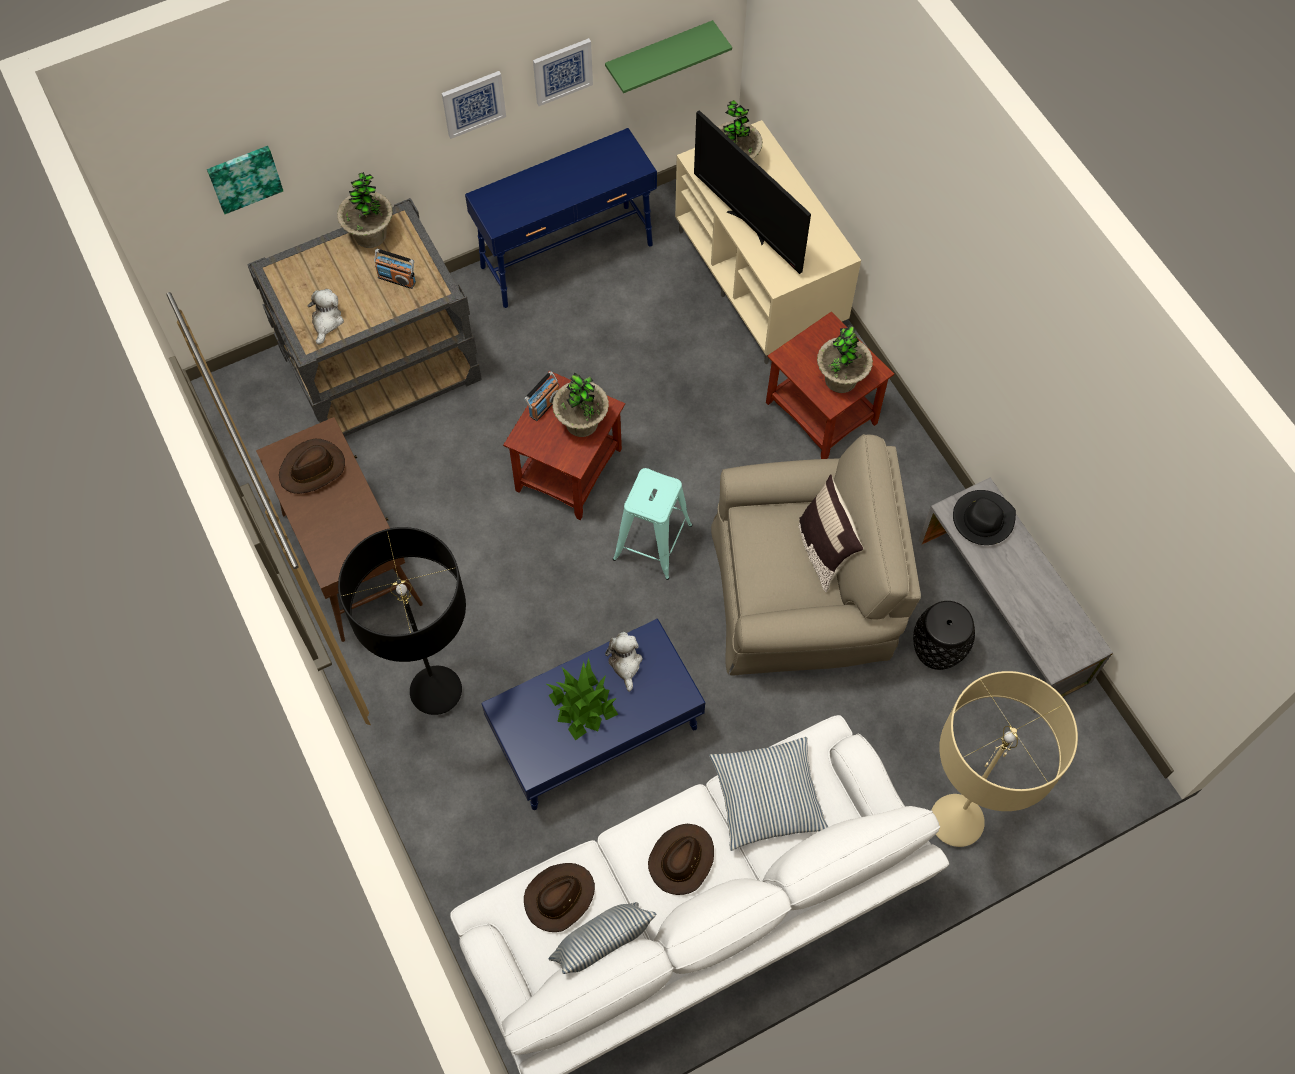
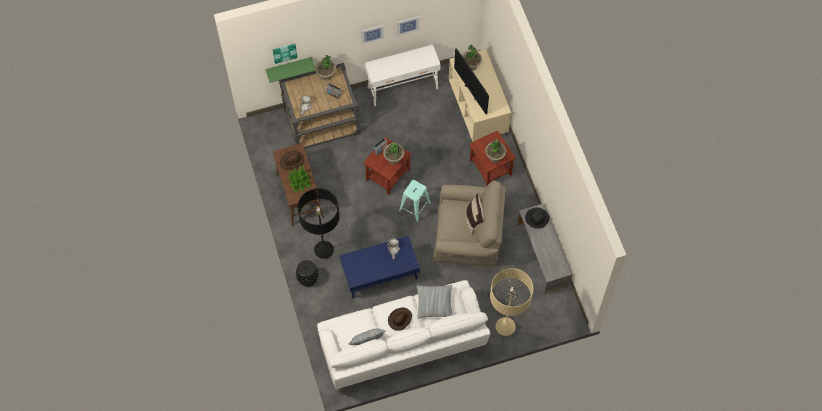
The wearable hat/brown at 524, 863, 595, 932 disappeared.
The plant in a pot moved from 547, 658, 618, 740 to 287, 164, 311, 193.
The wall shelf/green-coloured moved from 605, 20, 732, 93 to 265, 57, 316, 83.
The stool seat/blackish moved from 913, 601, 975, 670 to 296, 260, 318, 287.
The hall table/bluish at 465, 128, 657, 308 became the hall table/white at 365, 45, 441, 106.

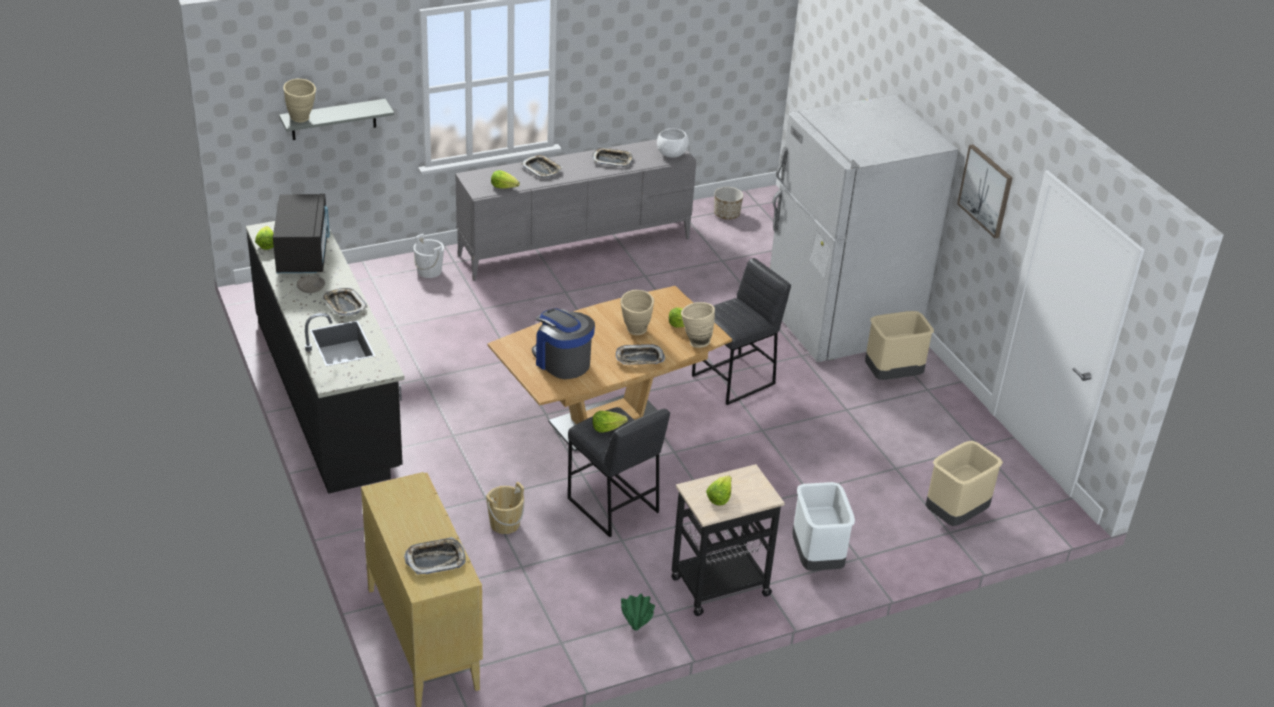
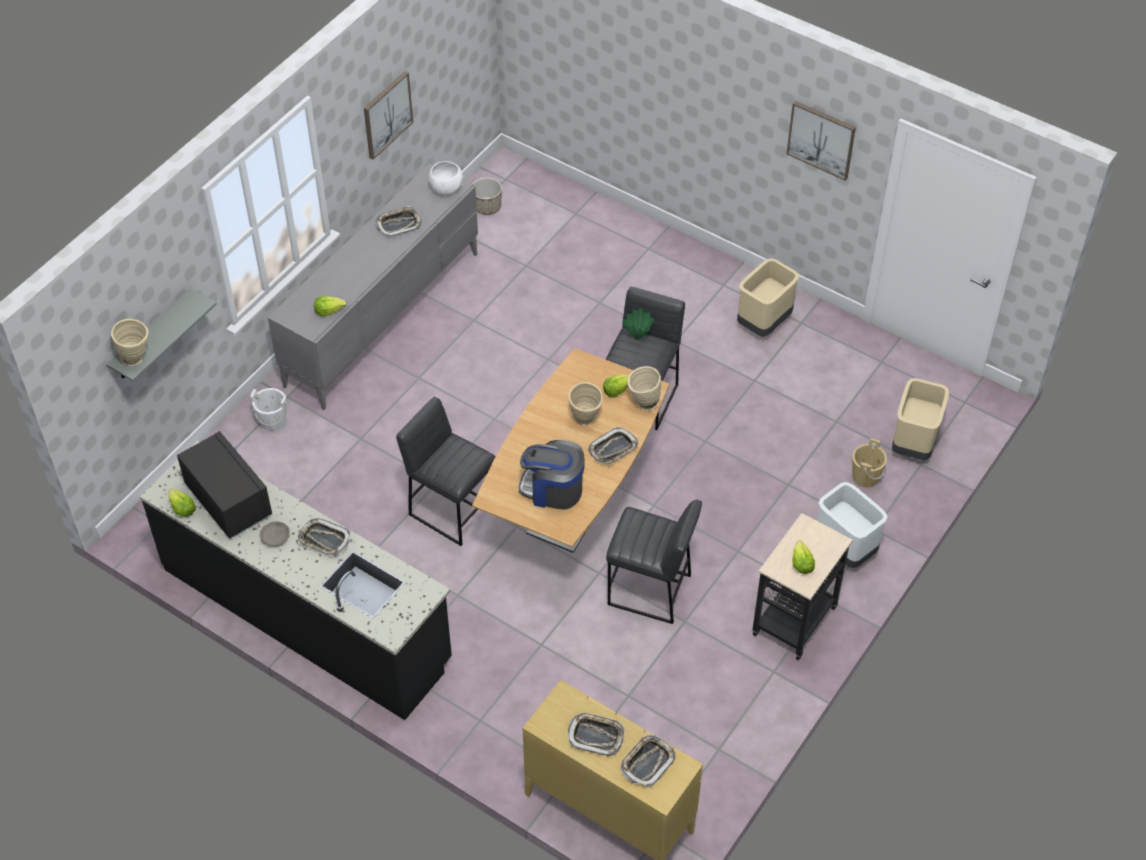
The head of lettuce at 592, 411, 628, 433 disappeared.
The kitchen fridge/white at 770, 95, 958, 362 disappeared.
The picture at 364, 71, 413, 160 appeared.
The stool seat/greyish at 396, 397, 496, 546 appeared.
The bucket/beige moved from 486, 482, 524, 534 to 852, 438, 887, 488.
The serving tray moved from 521, 155, 562, 178 to 568, 713, 625, 756.
The vase/green-coloured moved from 621, 594, 655, 630 to 622, 308, 654, 340.

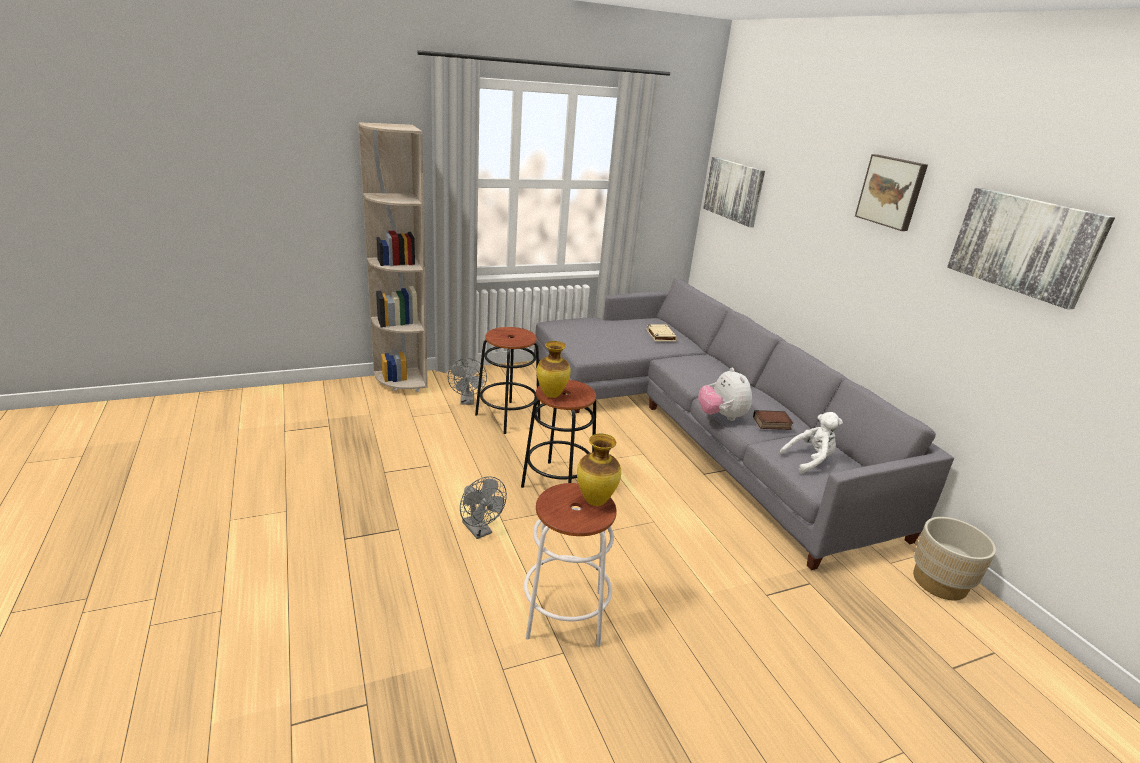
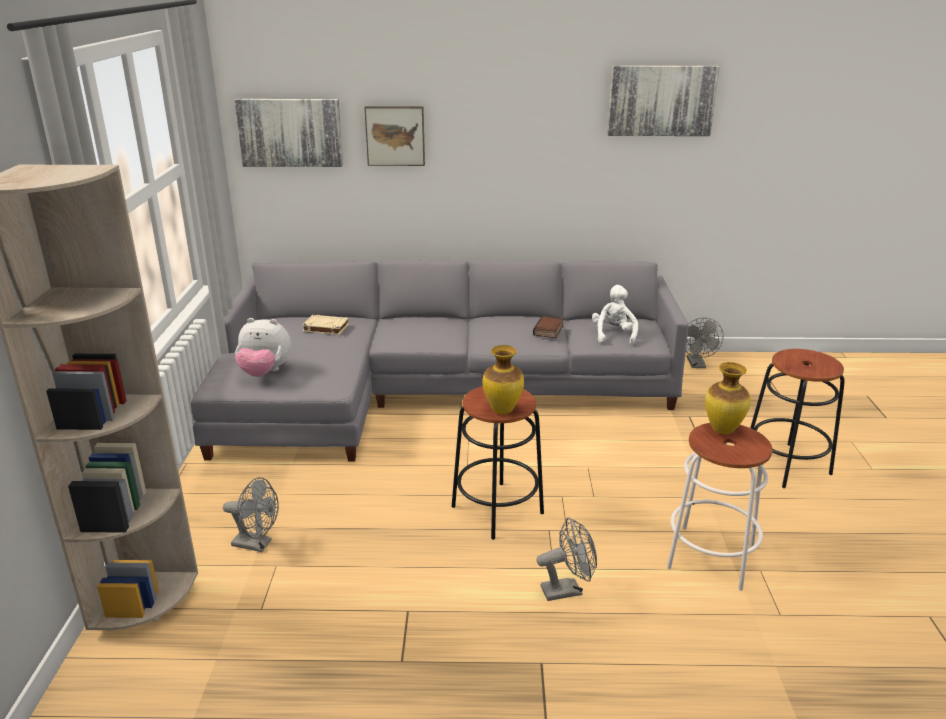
The stool seat/blackish moved from 475, 327, 540, 434 to 750, 349, 845, 488.
The cuddly toy moved from 698, 368, 752, 421 to 235, 318, 291, 377.
The picture moved from 855, 154, 928, 231 to 364, 106, 425, 166.
The flower pot/beige at 913, 517, 996, 601 was replaced by the electric fan/greyish at 686, 317, 724, 368.

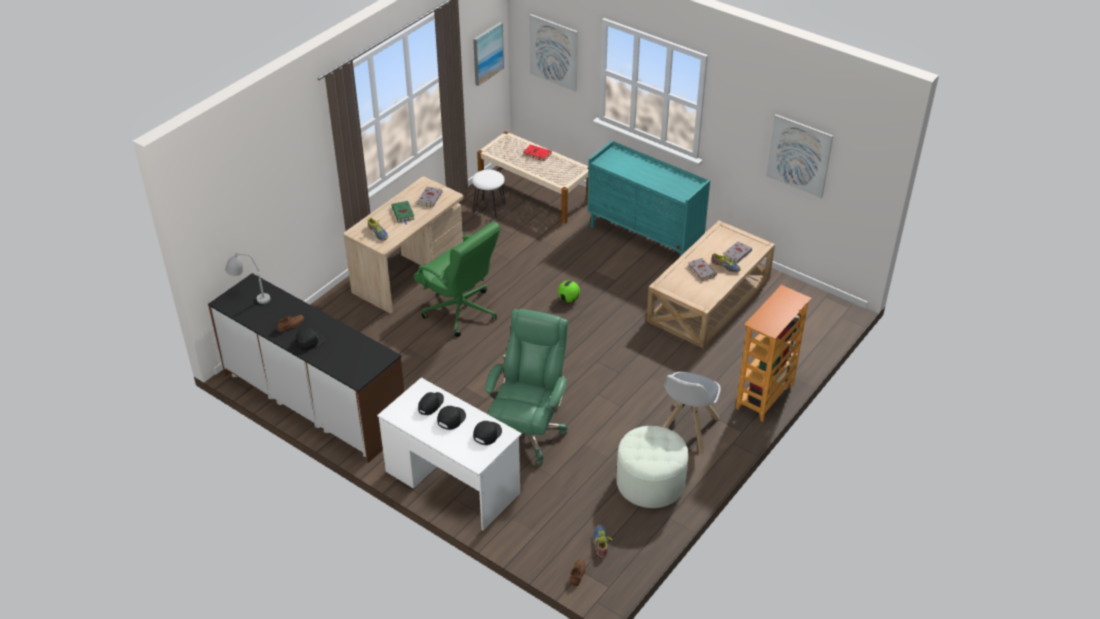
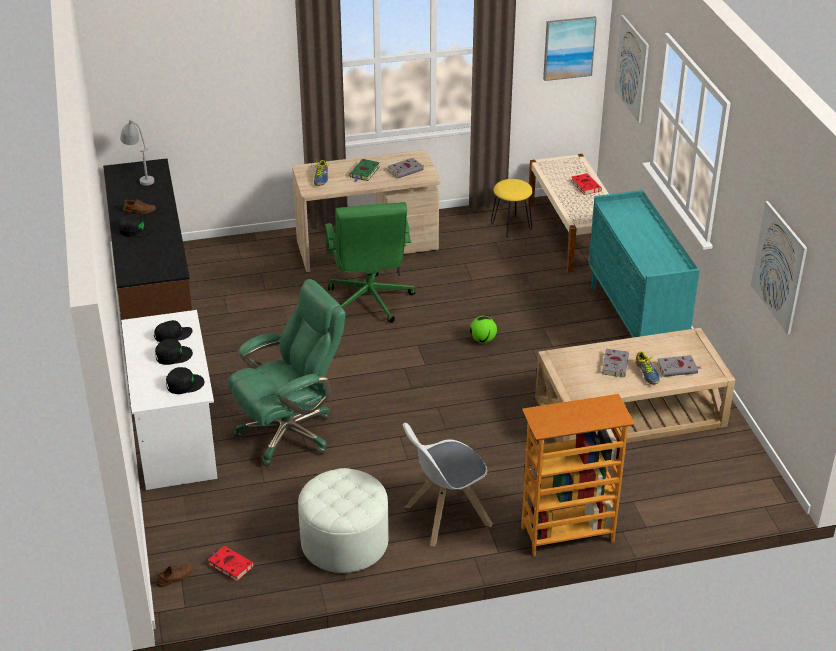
The low shoe at 593, 525, 613, 557 was replaced by the bound book/red-coloured at 208, 546, 254, 581.
The stool seat/white at 472, 170, 506, 218 became the stool seat/yellow-coloured at 491, 179, 533, 238.

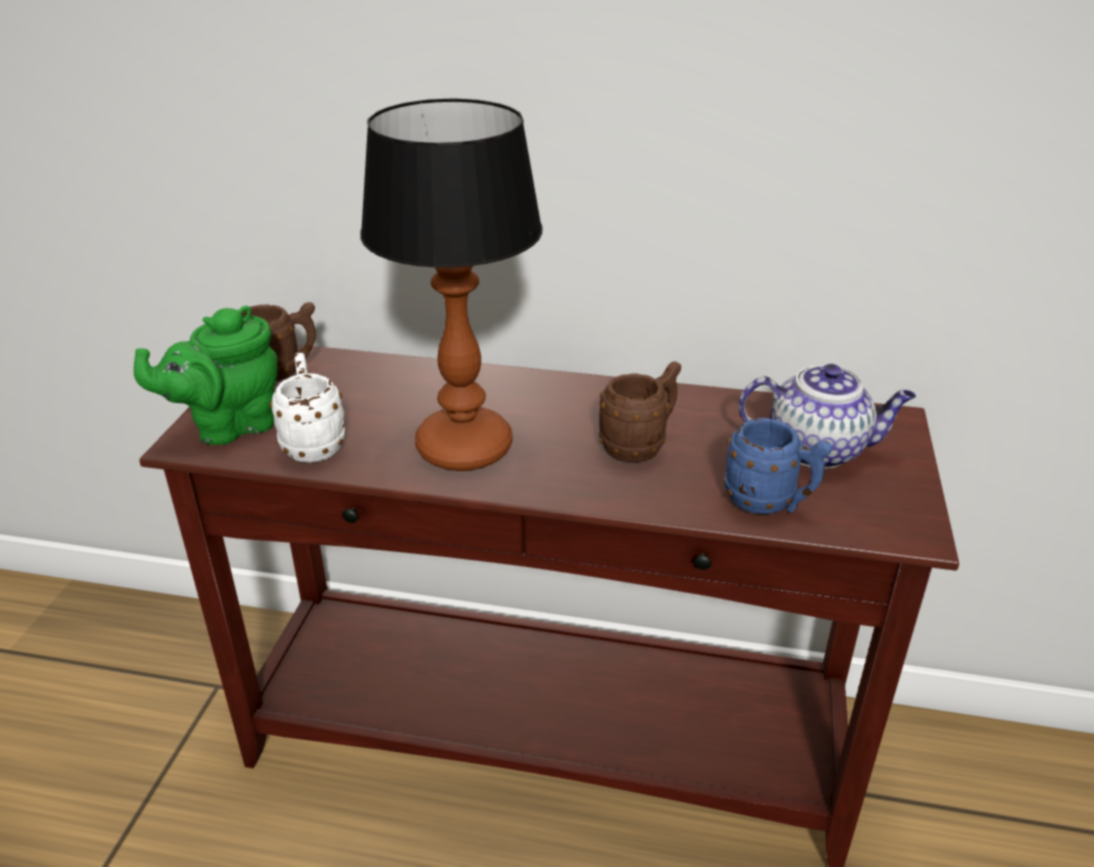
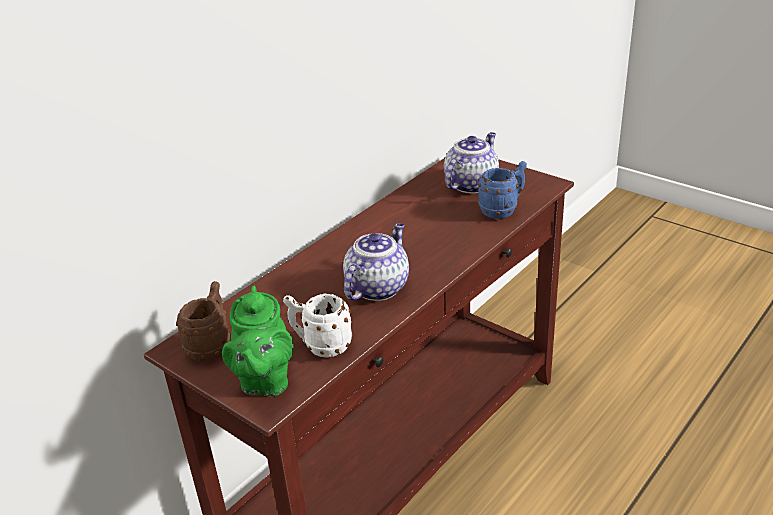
The mug/brown at 599, 361, 681, 463 disappeared.
The lamp for a table at 360, 98, 542, 471 was replaced by the tea pot at 343, 223, 409, 301.

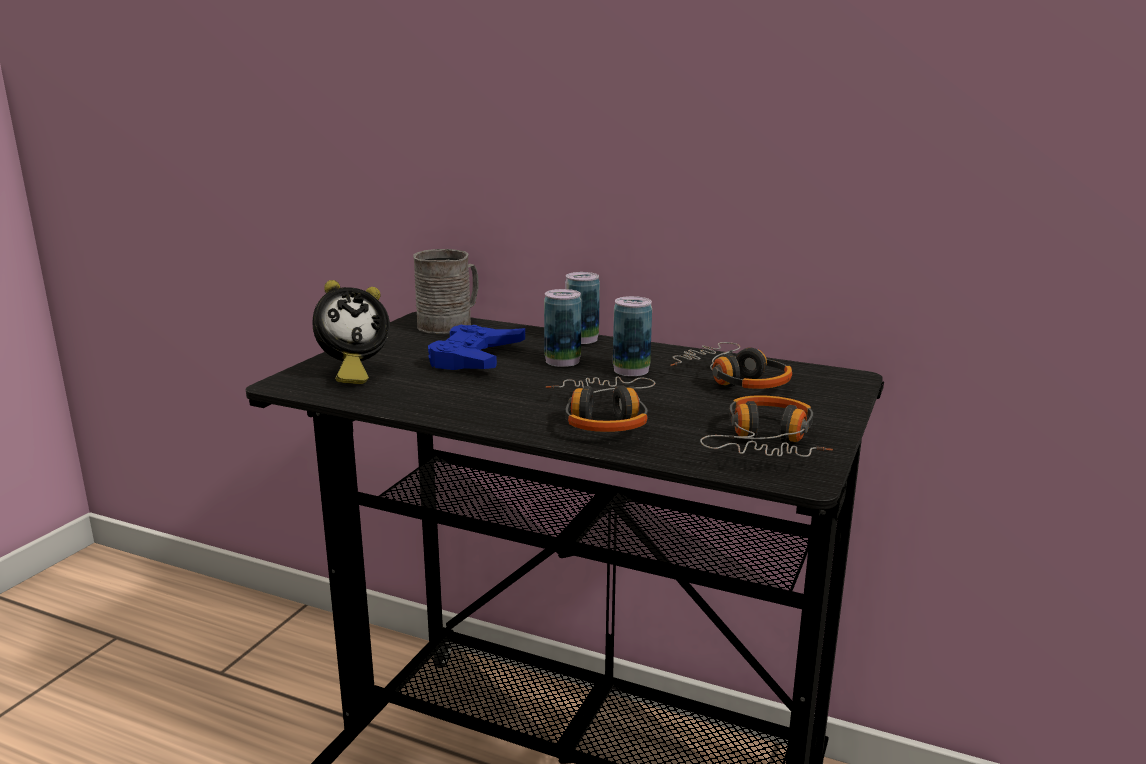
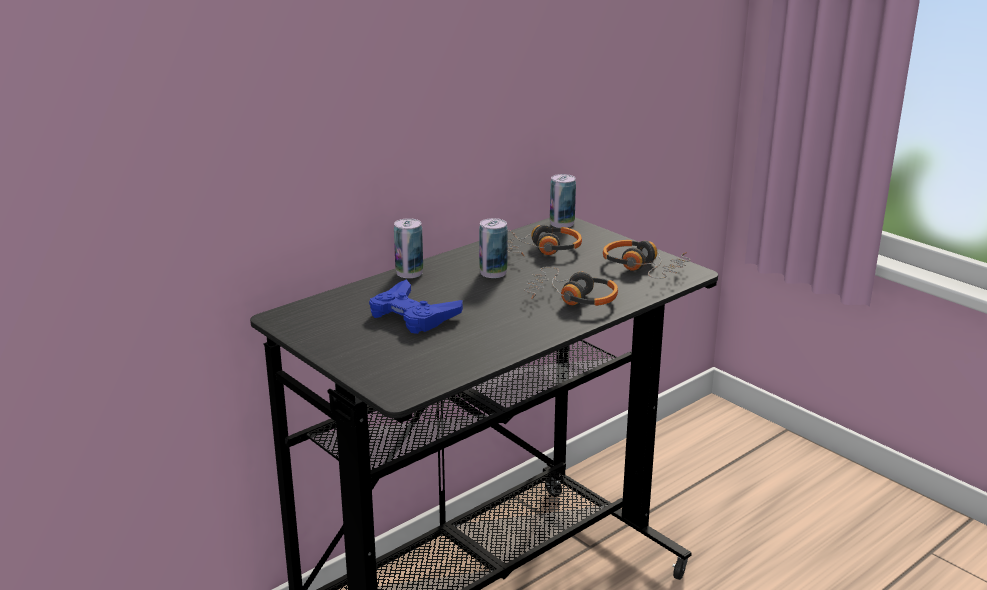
The bedside clock at 313, 280, 390, 384 disappeared.
The mug/greyish at 413, 249, 479, 334 disappeared.
The can moved from 544, 289, 581, 367 to 550, 174, 576, 228.

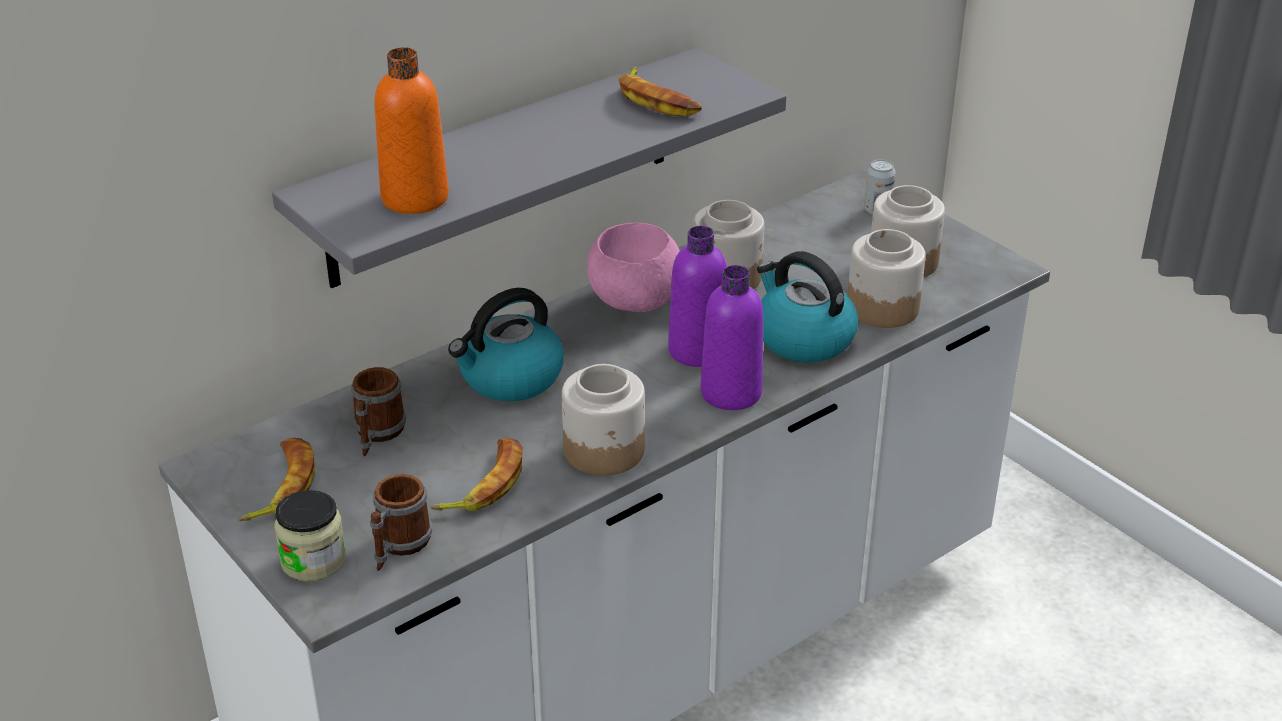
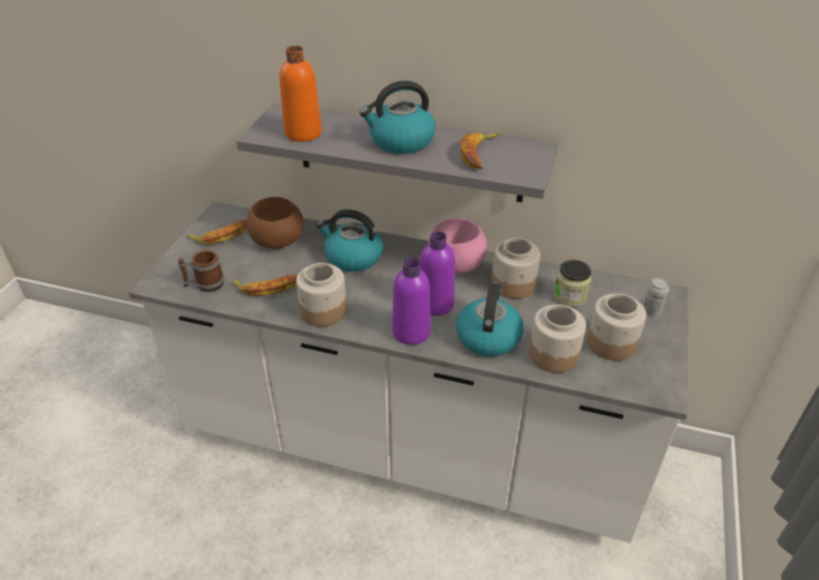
The water kettle at 359, 81, 436, 154 appeared.
The jar moved from 274, 490, 346, 582 to 554, 260, 592, 307.
The mug at 351, 367, 406, 456 was replaced by the bowl/brown at 246, 197, 304, 249.

